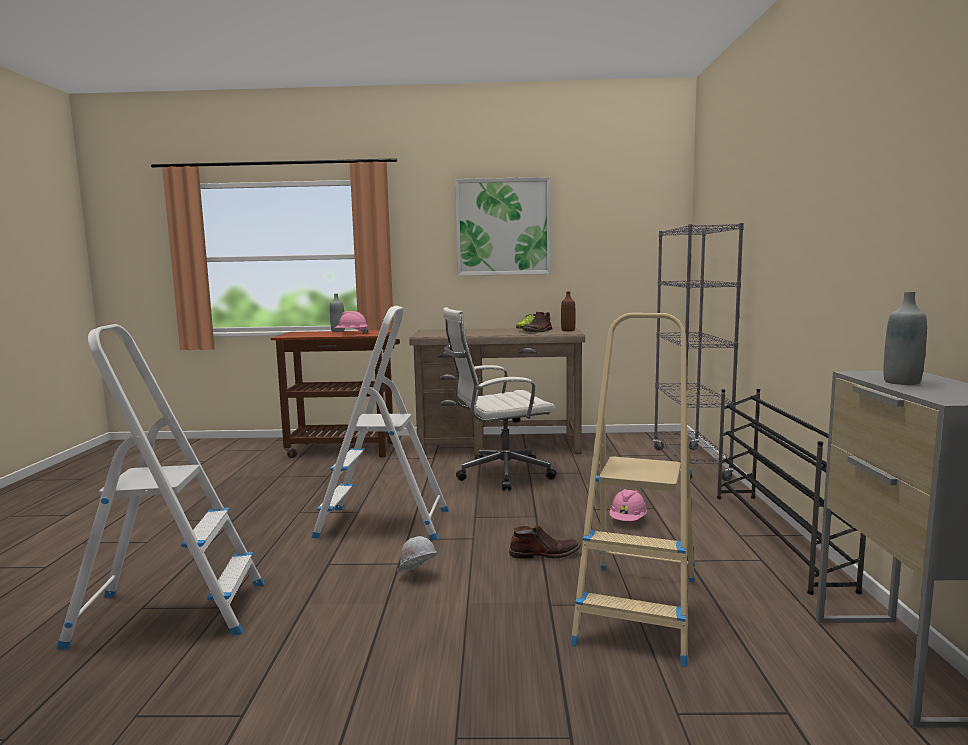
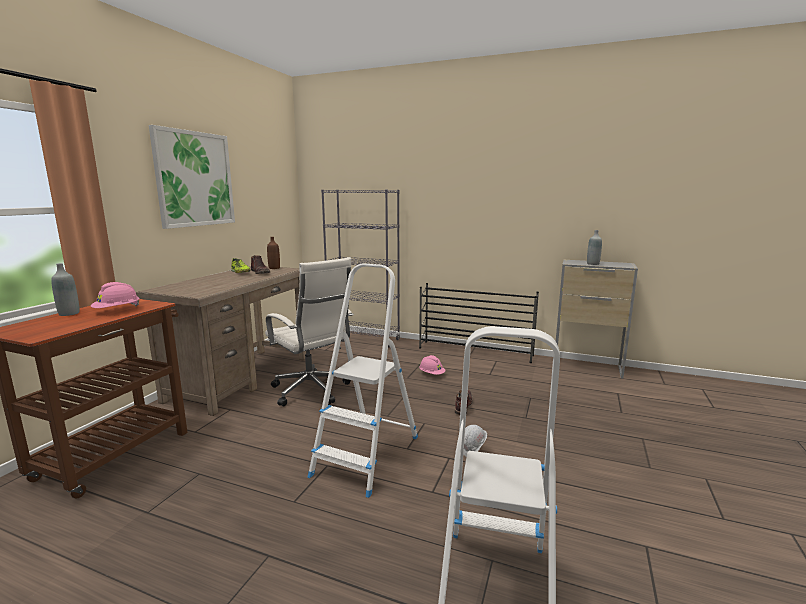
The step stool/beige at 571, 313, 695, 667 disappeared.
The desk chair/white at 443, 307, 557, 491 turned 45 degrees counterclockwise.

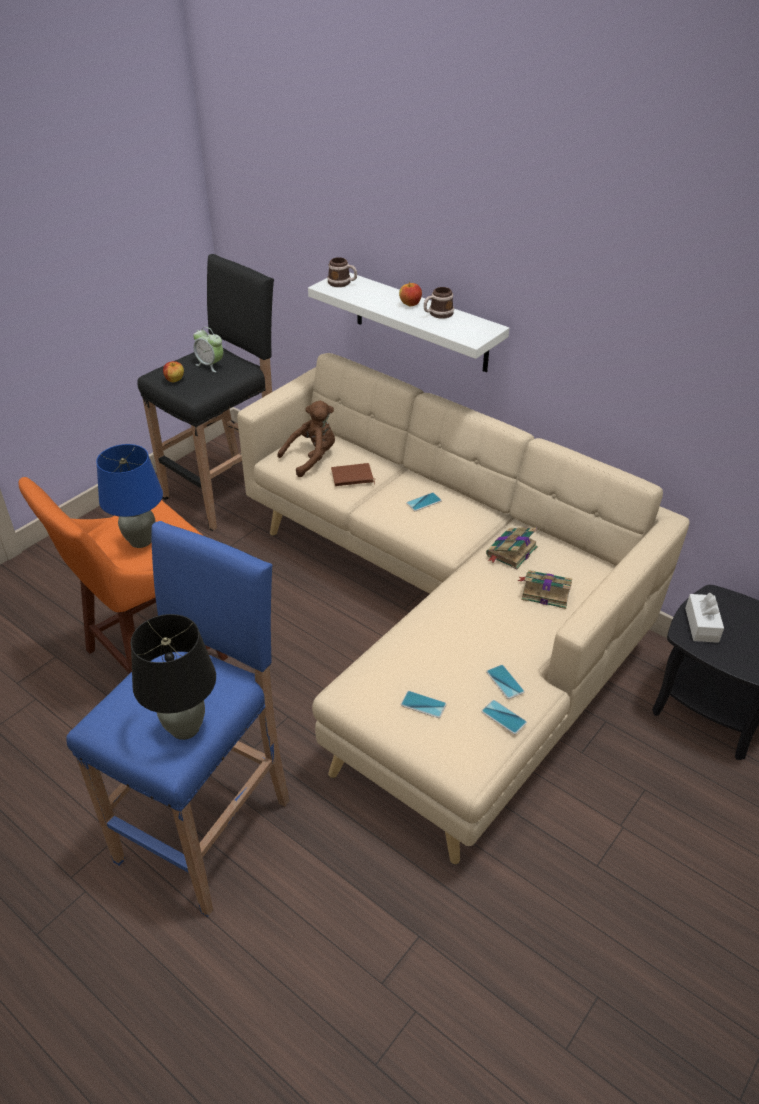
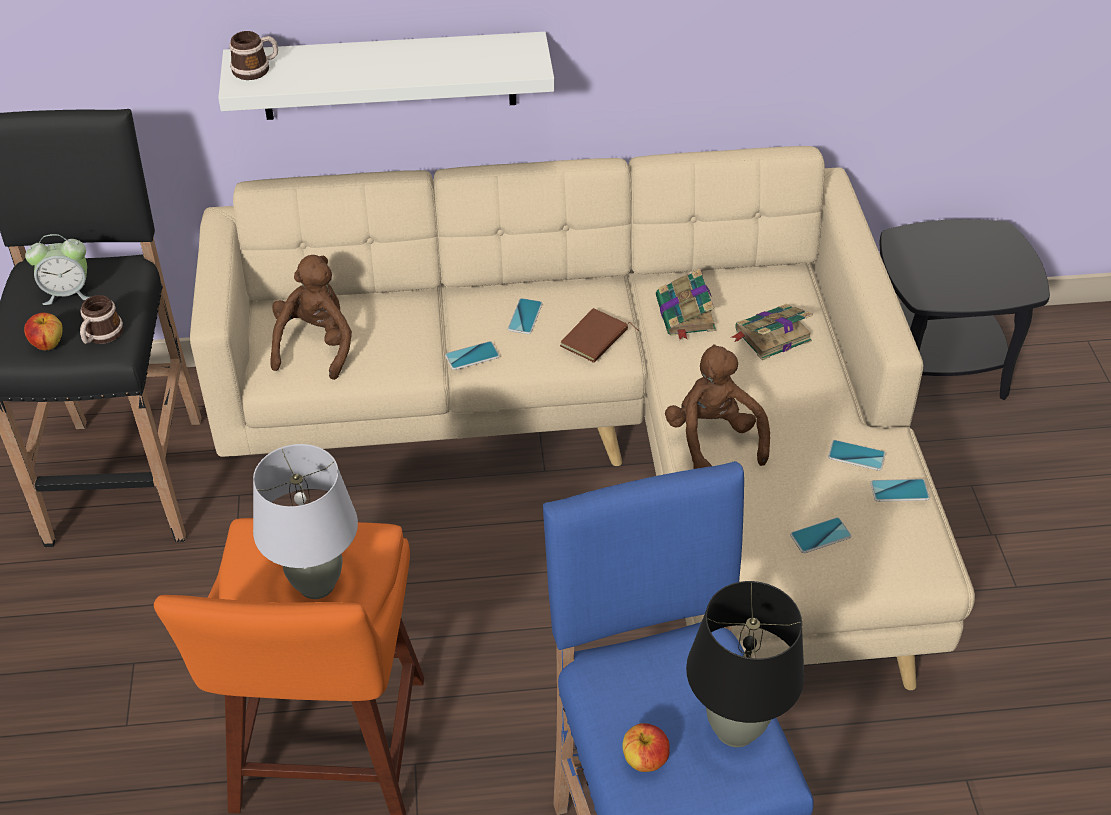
The box of tissues/white at 685, 592, 724, 643 disappeared.
The handset at 445, 341, 500, 370 appeared.
The cuddly toy/brown at 665, 344, 770, 469 appeared.
The bound book/brown moved from 331, 463, 375, 486 to 560, 308, 639, 363.
The apple fruit moved from 399, 282, 422, 306 to 622, 723, 670, 772.
The mug moved from 424, 287, 454, 319 to 80, 295, 123, 344.
The lamp for a table/bluish at 96, 444, 163, 548 became the lamp for a table/greyish at 253, 444, 358, 599.

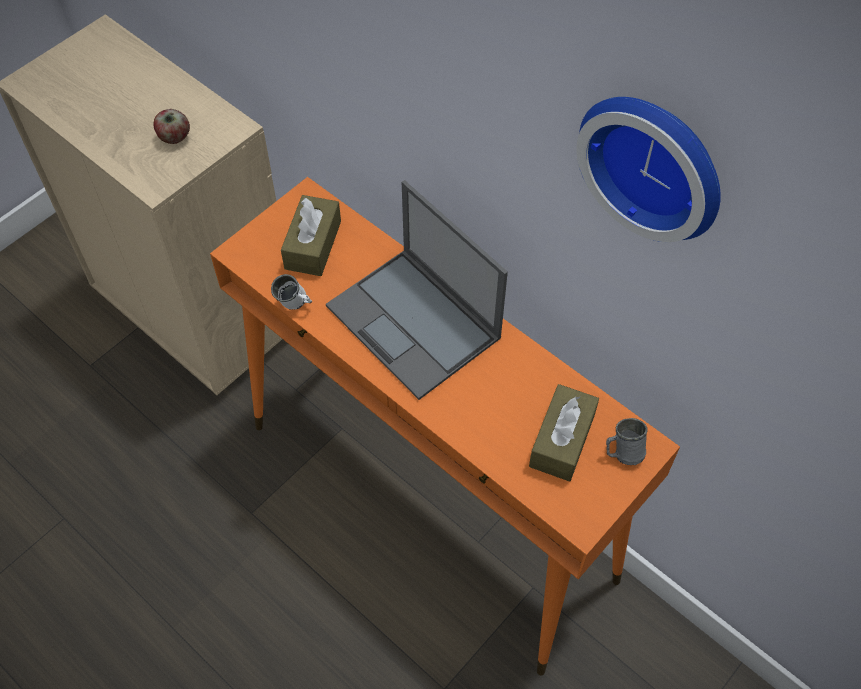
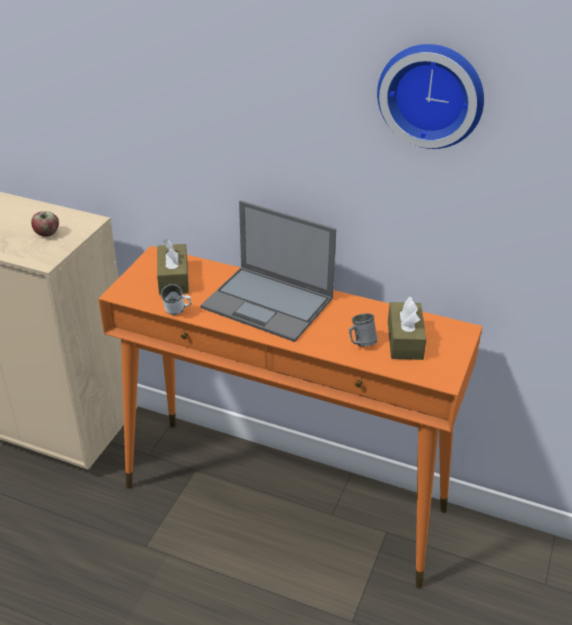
The mug/greyish moved from 606, 418, 648, 465 to 349, 313, 378, 347.

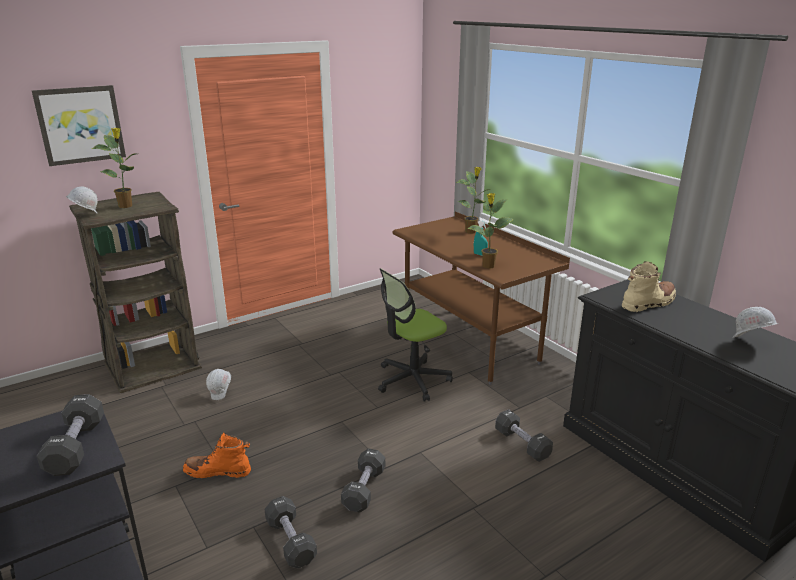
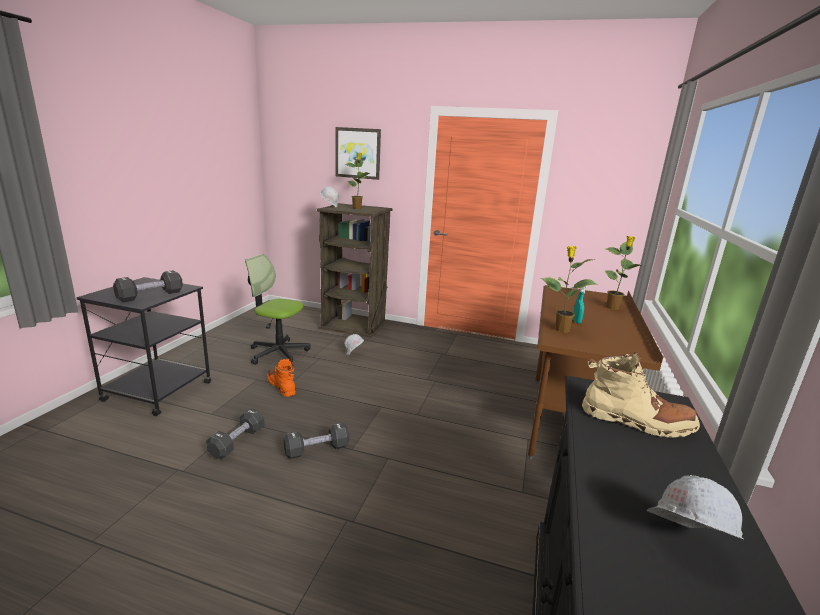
The free weight/blackish at 495, 409, 553, 462 disappeared.
The desk chair moved from 378, 268, 453, 402 to 245, 254, 310, 365.

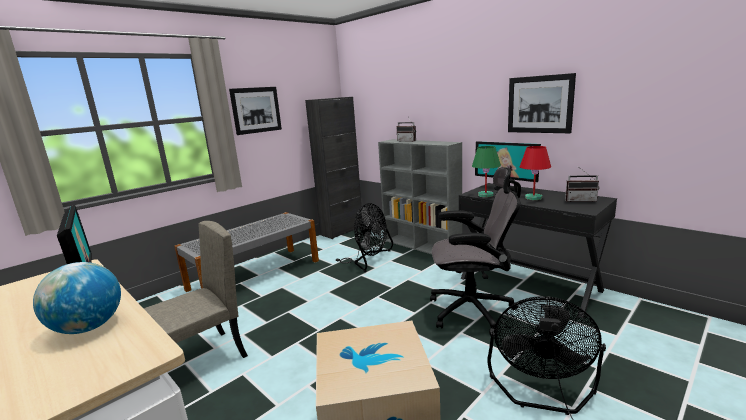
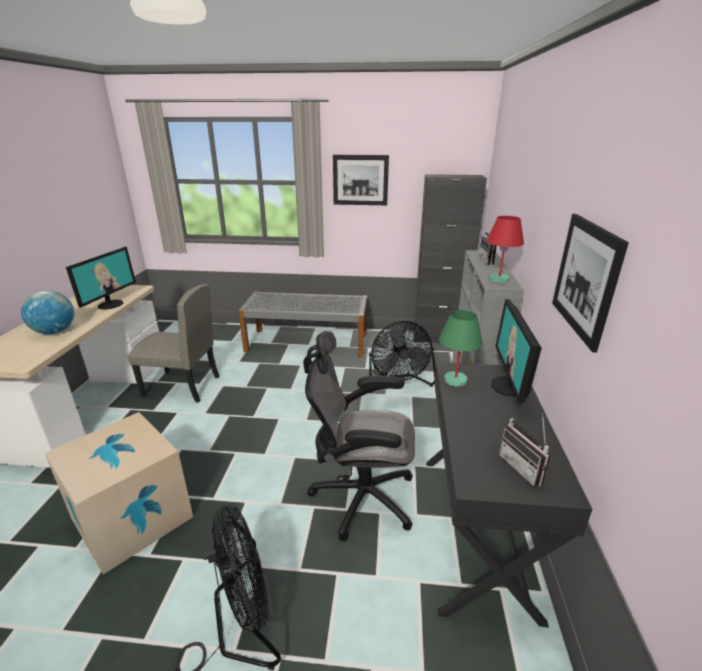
The lamp for a table/red-coloured moved from 520, 146, 551, 200 to 486, 216, 524, 283.
The desk chair at 430, 167, 521, 335 turned 135 degrees clockwise.

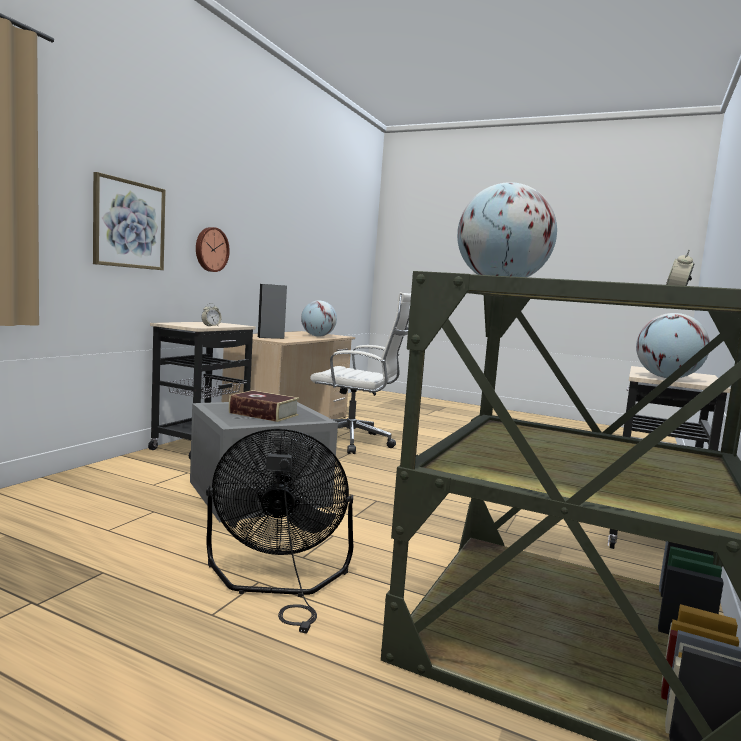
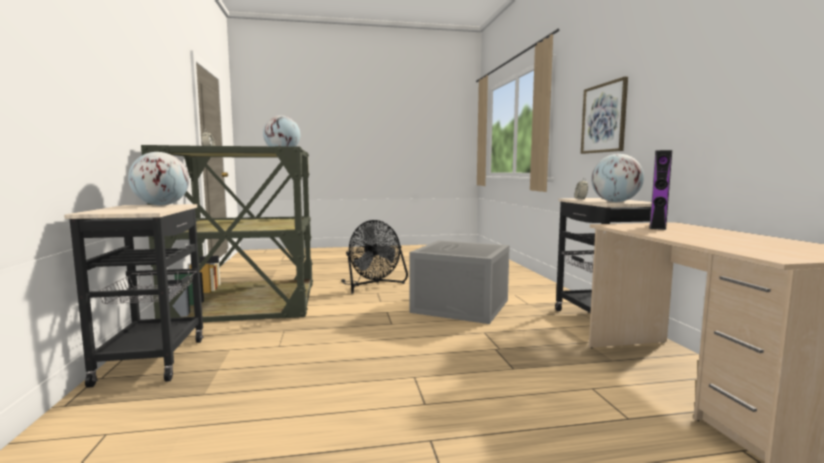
The wall clock at 196, 227, 230, 272 disappeared.
The bound book at 229, 390, 299, 422 disappeared.
The desk chair/white at 310, 292, 411, 454 disappeared.
The world globe moved from 301, 300, 337, 337 to 591, 154, 644, 202.
The loudspeaker/greyish at 258, 284, 287, 339 became the loudspeaker/purple-coloured at 649, 150, 672, 230.

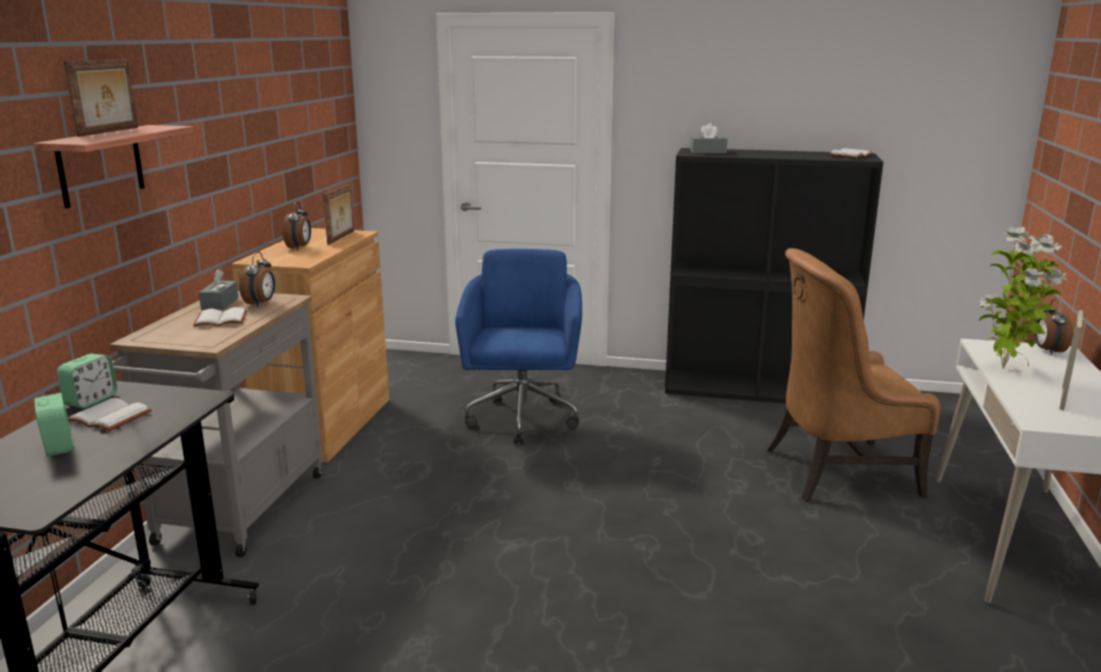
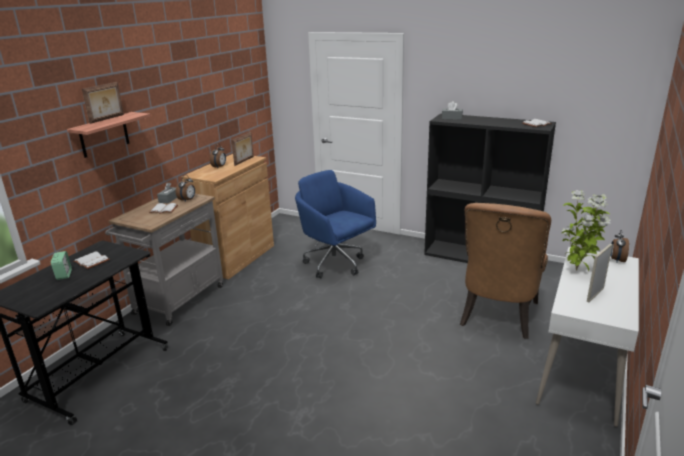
The bedside clock at 57, 354, 117, 408 disappeared.
The desk chair/bluish at 455, 249, 582, 444 turned 60 degrees counterclockwise.
The plain chair/brown at 767, 248, 940, 502 turned 75 degrees counterclockwise.

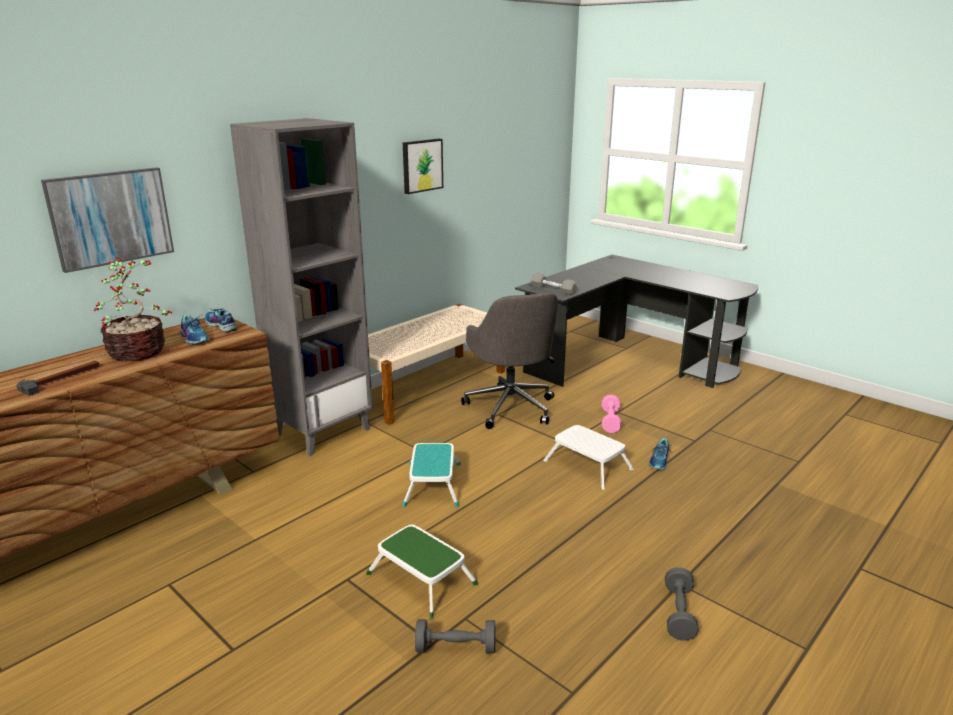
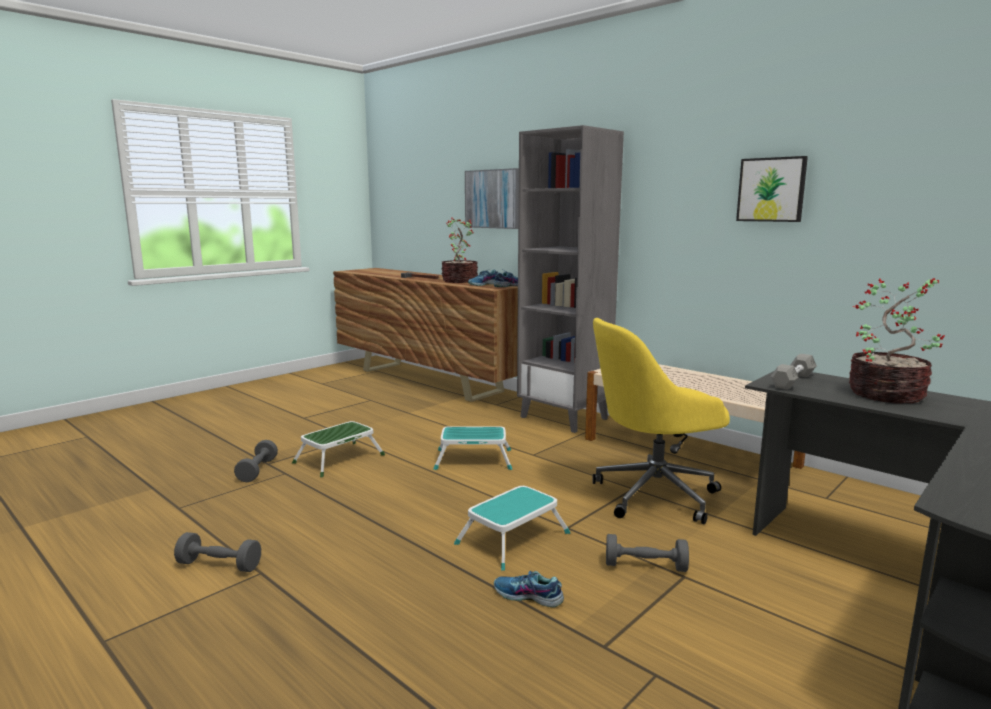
The plant in a pot at 849, 278, 945, 403 appeared.
The desk chair/greyish at 461, 292, 558, 429 became the desk chair/yellow-coloured at 592, 318, 730, 524.
The step stool/white at 543, 425, 634, 490 became the step stool/blue-green at 454, 486, 570, 571.
The free weight/pink at 602, 395, 622, 433 became the free weight/greyish at 606, 534, 689, 572.

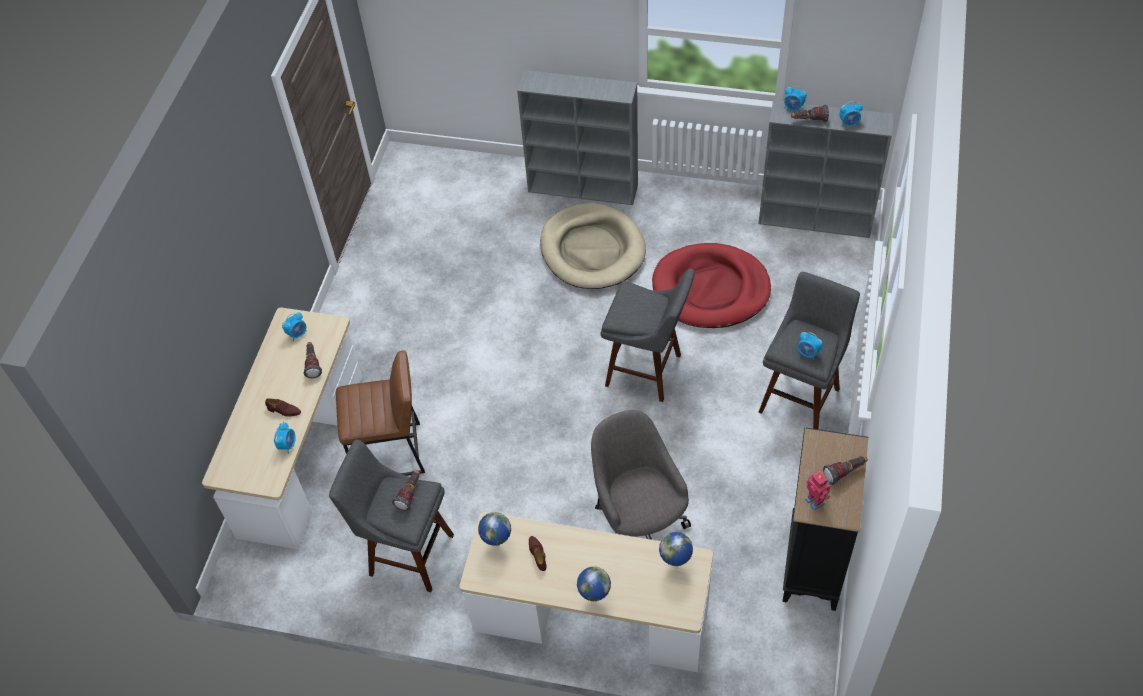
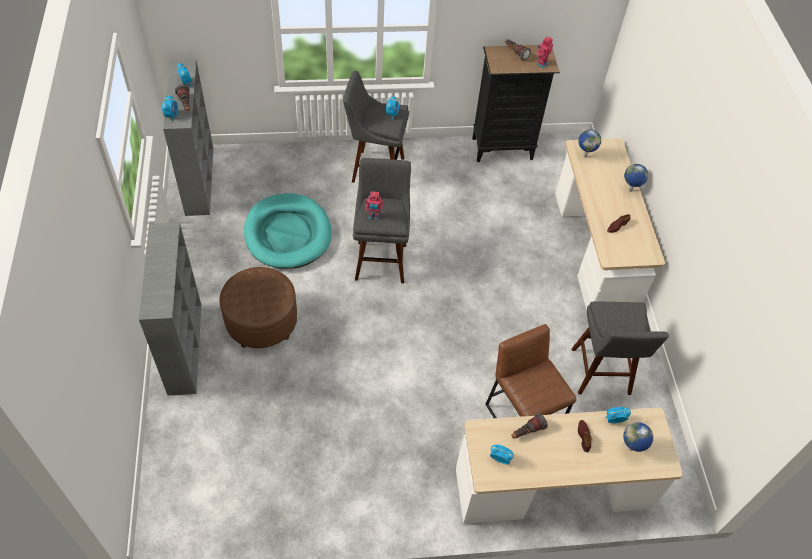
The torch at 392, 470, 420, 511 disappeared.
The desk chair/greyish at 591, 410, 691, 540 disappeared.
The toy robot at 365, 191, 383, 220 appeared.
The world globe moved from 478, 512, 511, 546 to 623, 422, 653, 452.
The dog bed/beige at 540, 203, 646, 289 was replaced by the ottoman/brown at 220, 267, 297, 348.
The dog bed/red-coloured at 652, 243, 771, 328 became the dog bed/blue-green at 244, 193, 332, 269.

